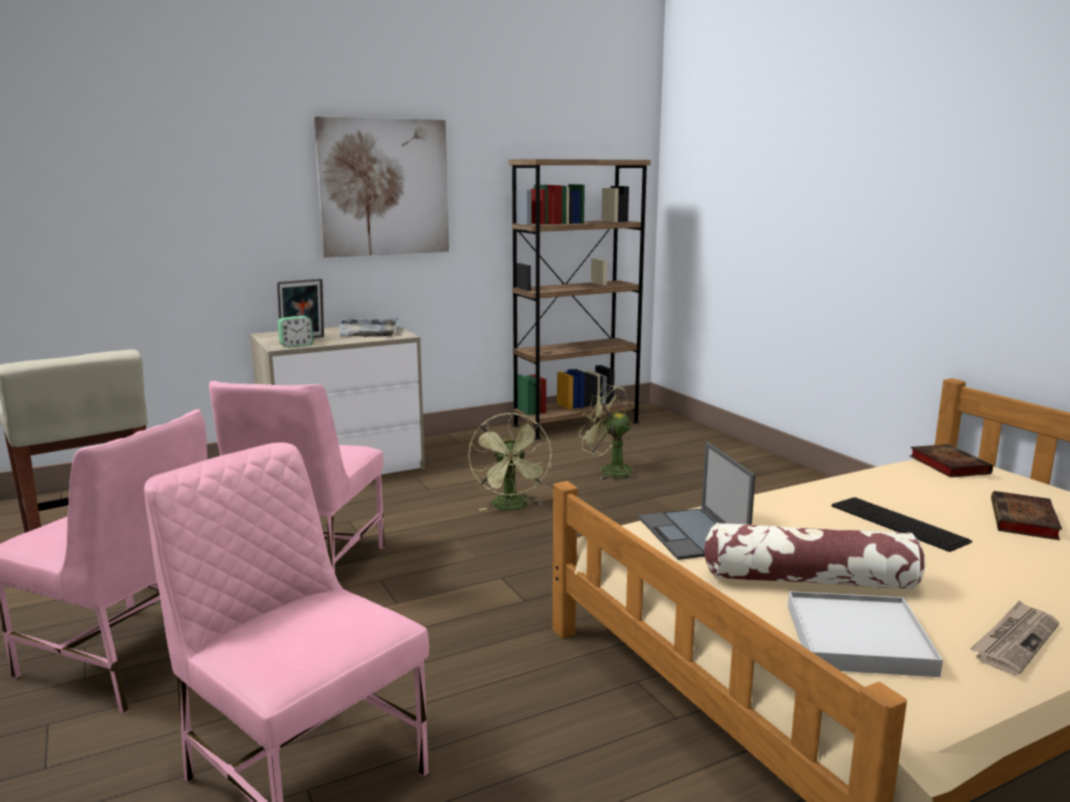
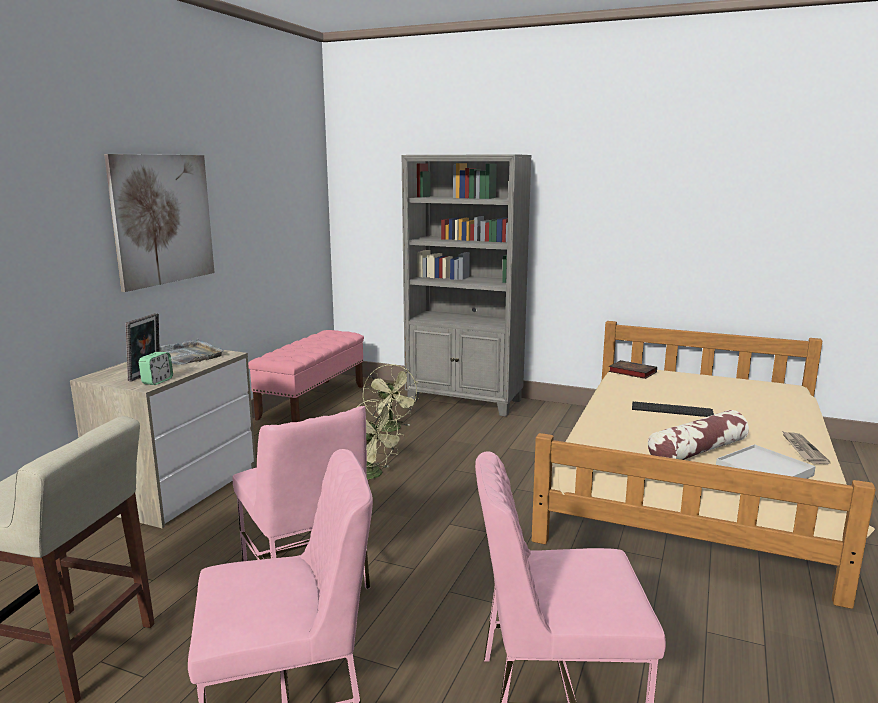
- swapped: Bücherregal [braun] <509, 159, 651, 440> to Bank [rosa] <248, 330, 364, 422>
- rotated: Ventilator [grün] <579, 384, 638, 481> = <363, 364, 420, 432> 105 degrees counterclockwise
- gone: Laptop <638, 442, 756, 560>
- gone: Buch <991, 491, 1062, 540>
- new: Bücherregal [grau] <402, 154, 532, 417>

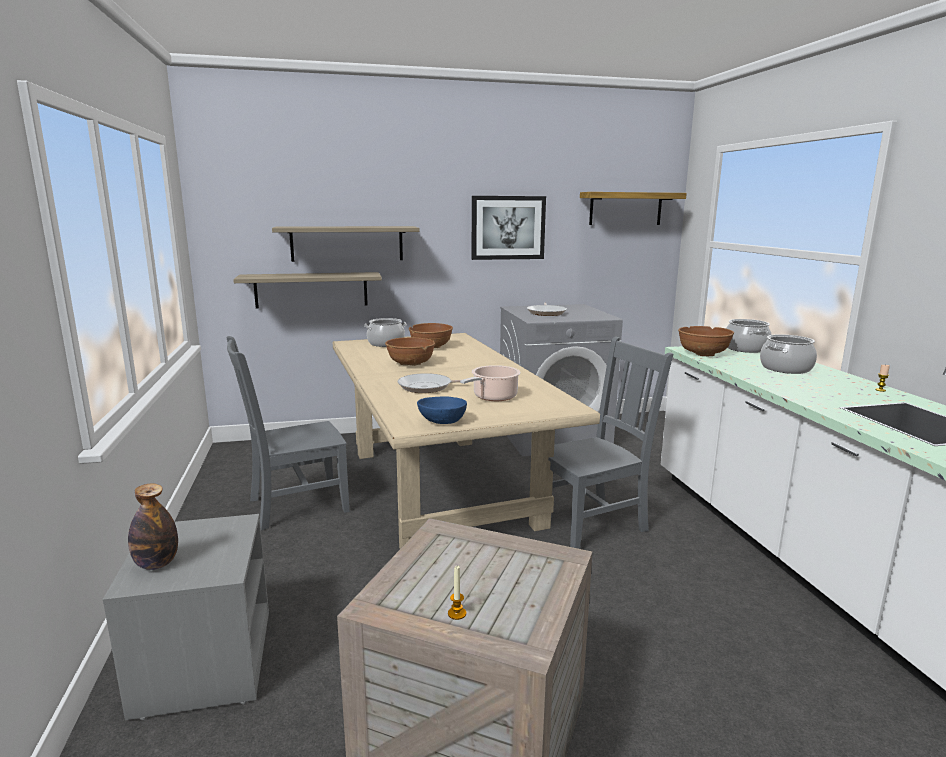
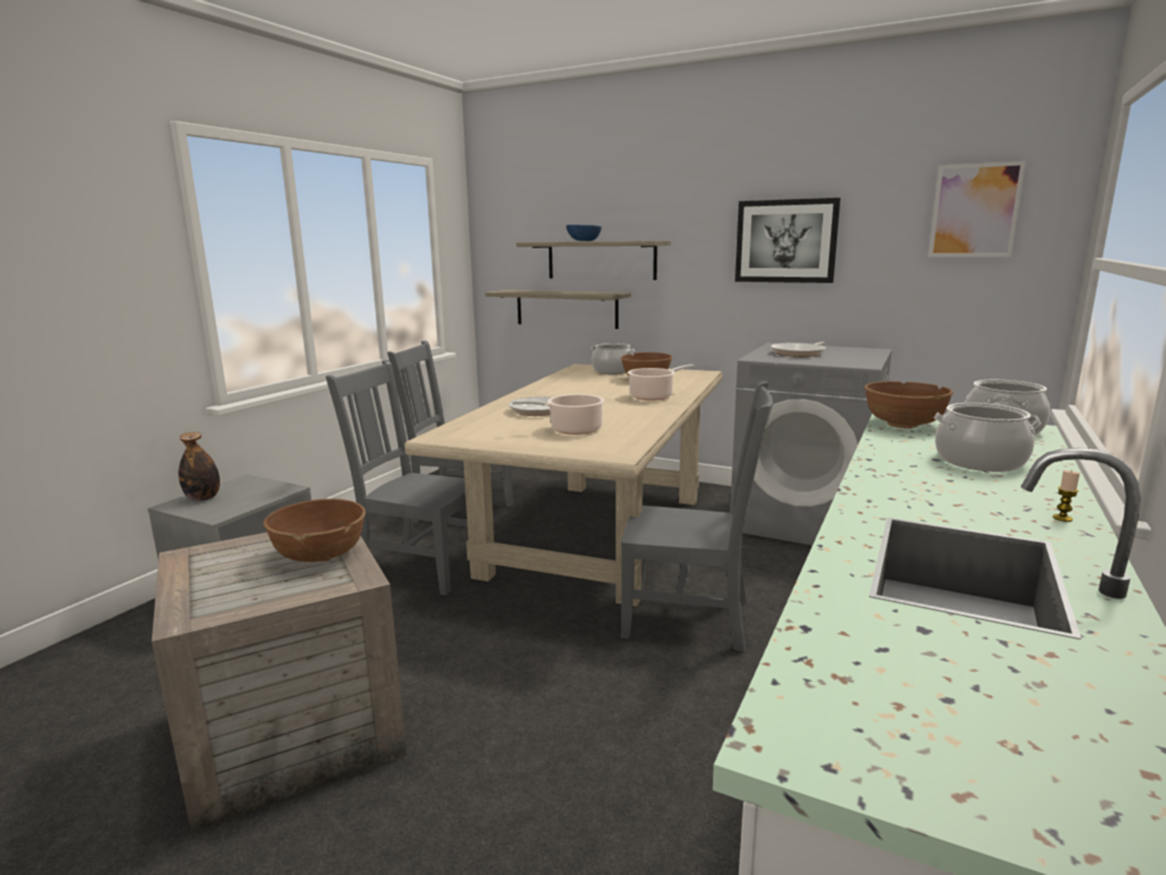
- swapped: Wandregal <580, 192, 687, 225> to Bild <928, 161, 1026, 257>
- shifted: Schüssel [braun] <385, 337, 435, 366> to <263, 499, 366, 562>
- shifted: Schüssel [blau] <417, 396, 467, 424> to <566, 225, 602, 241>
- gone: Kerze <448, 566, 466, 620>
- new: Stuhl [grau] <326, 360, 467, 595>
- new: Kochtopf <628, 364, 694, 401>

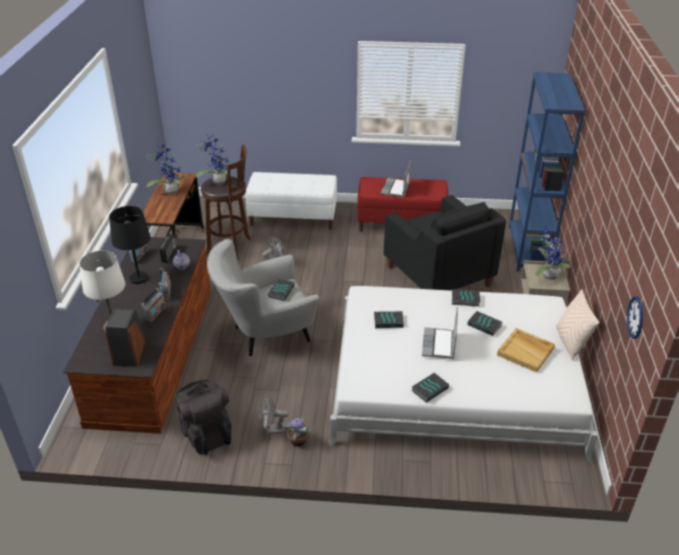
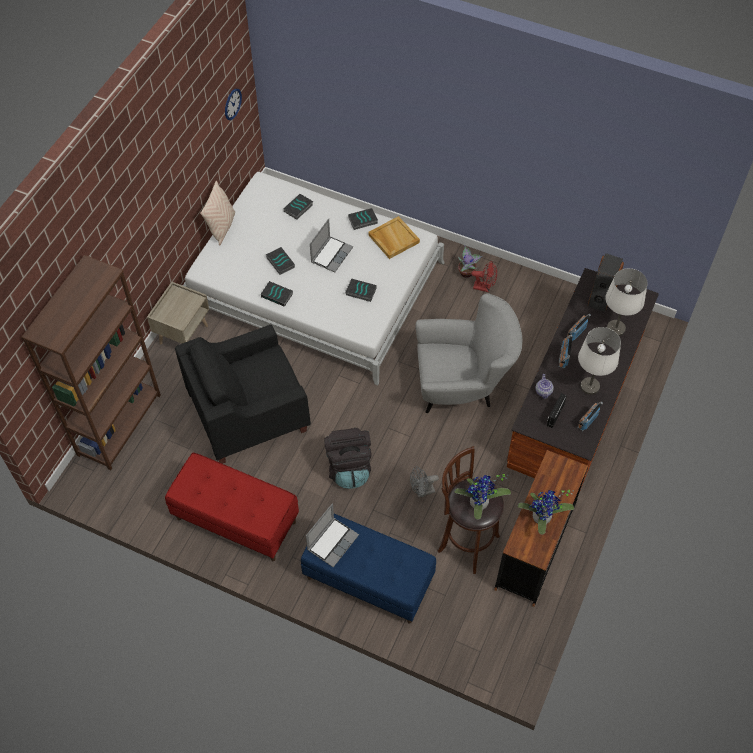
- repainted: Bücherregal [blau] <509, 72, 585, 271> to Bücherregal [braun] <21, 255, 161, 470>
- shifted: Laptop <381, 161, 411, 197> to <306, 503, 359, 567>
- repainted: Bank [weiß] <245, 172, 337, 230> to Bank [blau] <301, 514, 436, 624>
- rotated: Sessel [schwarz] <384, 195, 506, 291> = <175, 325, 311, 464> 105 degrees counterclockwise
- repainted: Tischlampe [schwarz] <109, 206, 151, 284> to Tischlampe [weiß] <578, 327, 621, 395>
- gone: Topfpflanze <535, 226, 571, 280>
- shifted: Buch <268, 278, 294, 301> to <283, 194, 313, 220>
- shifted: Tablett [beige] <497, 328, 555, 373> to <368, 216, 420, 259>
- shifted: Rucksack [schwarz] <174, 380, 231, 455> to <324, 428, 371, 489>
- repainted: Ventilator [grau] <259, 396, 289, 435> to Ventilator [rot] <472, 261, 497, 292>

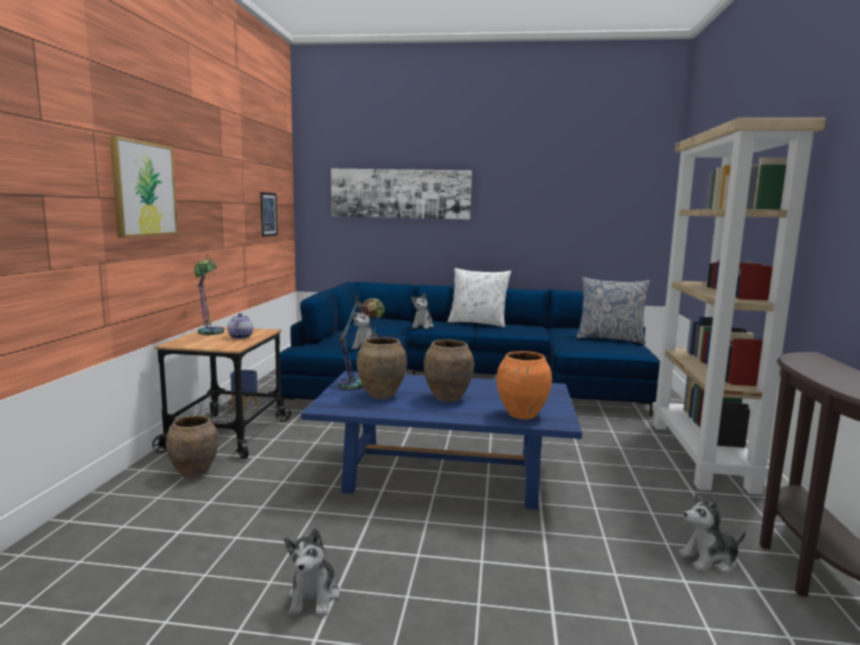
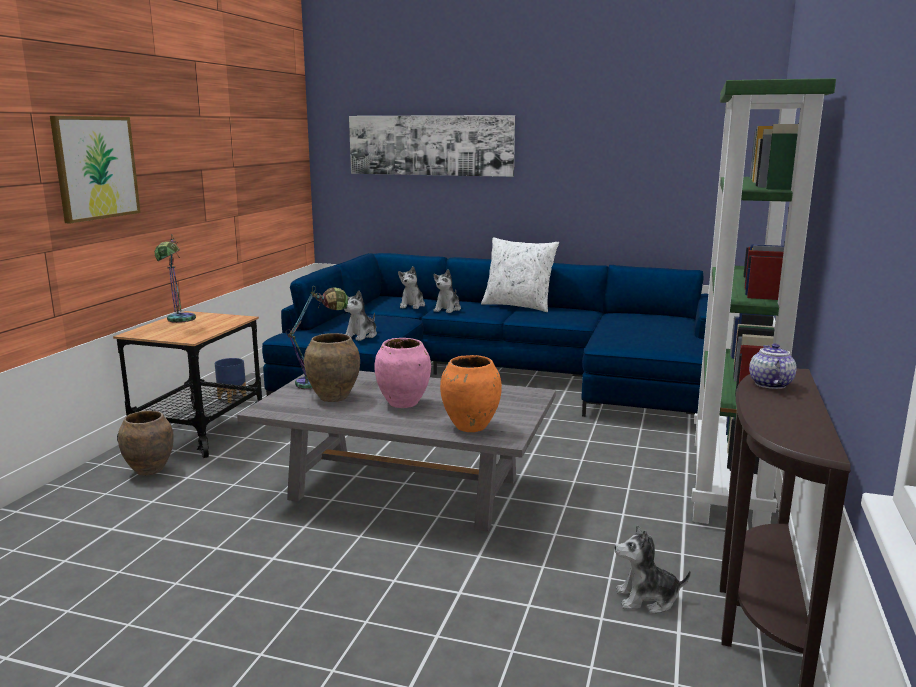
- repainted: Bücherregal [beige] <652, 118, 826, 495> to Bücherregal [grün] <691, 78, 836, 527>
- gone: Bild <260, 192, 278, 237>
- gone: Kissen <576, 277, 650, 344>
- shifted: Teekanne <227, 313, 253, 339> to <749, 343, 797, 389>
- repainted: Vase [braun] <424, 339, 474, 402> to Vase [rosa] <374, 338, 431, 408>
- repainted: Couchtisch [blau] <301, 371, 582, 510> to Couchtisch [grau] <237, 371, 556, 532>
- shifted: Plüschtier <284, 528, 340, 616> to <398, 266, 425, 309>

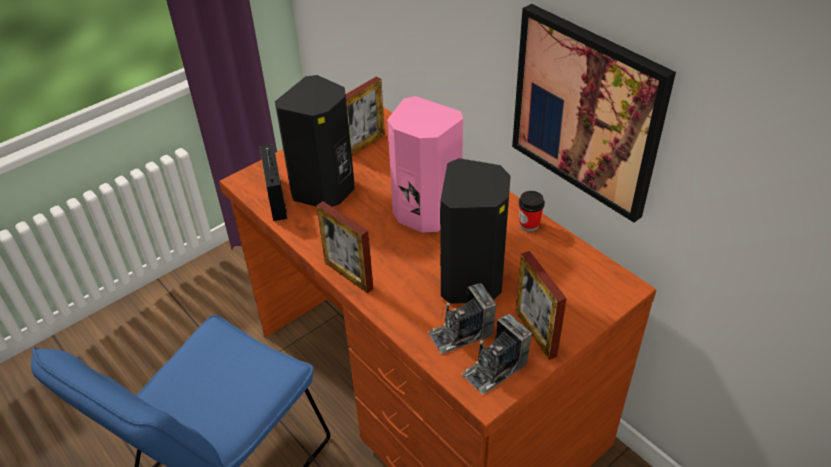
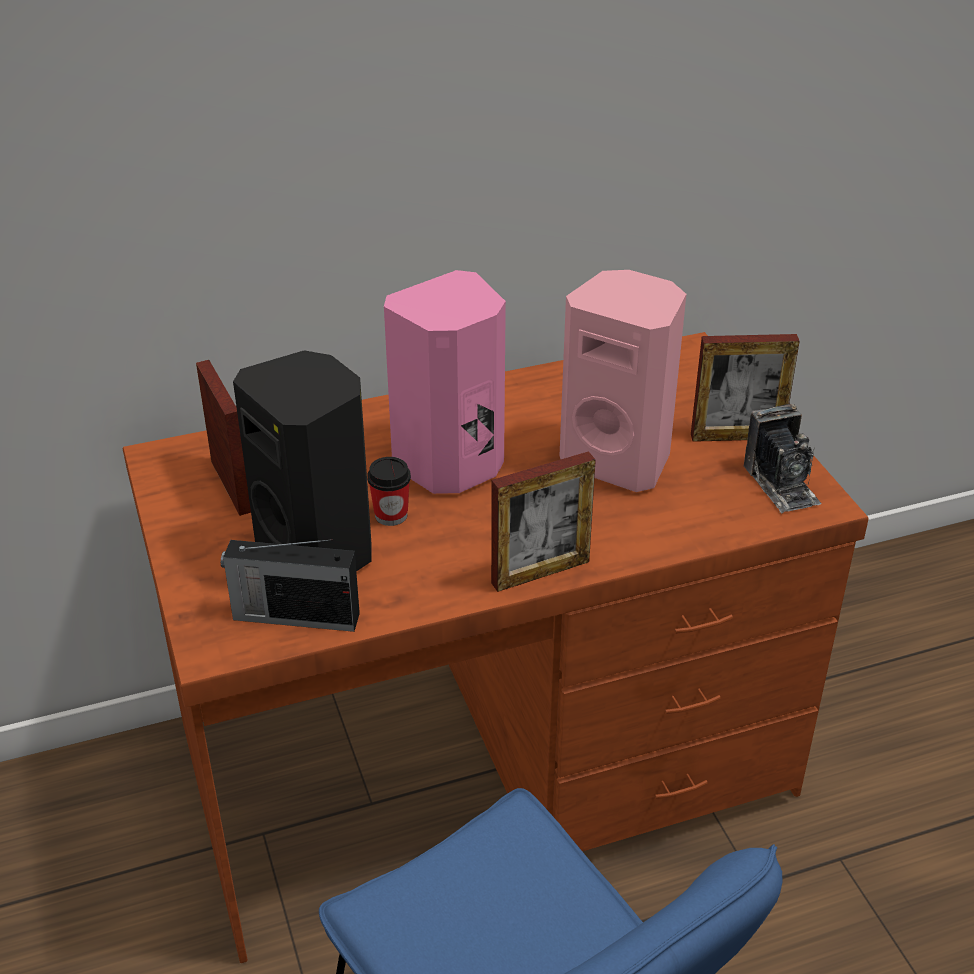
- gone: Bild <512, 4, 676, 223>
- repainted: Lautsprecher [schwarz] <440, 158, 511, 304> to Lautsprecher [rosa] <559, 270, 686, 492>
- shifted: Tasse <519, 191, 545, 232> to <367, 457, 411, 526>
- gone: Kamera <427, 283, 496, 354>

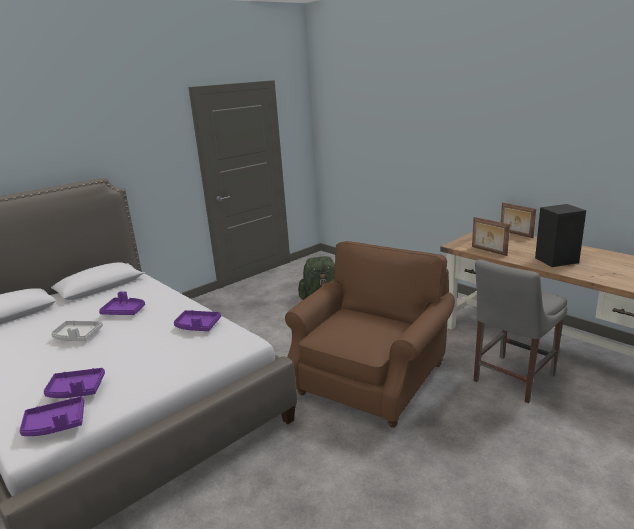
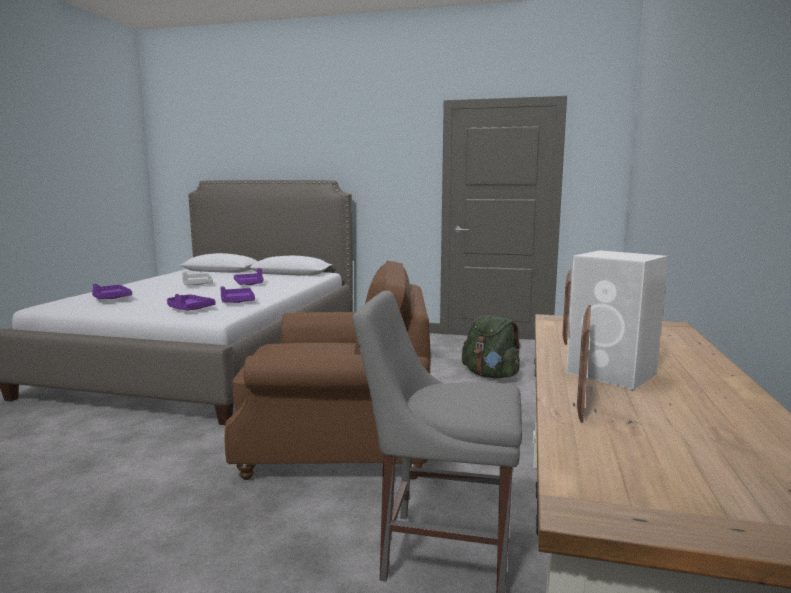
- shifted: Bilderrahmen <501, 202, 536, 238> to <577, 305, 591, 423>
- repainted: Lautsprecher [schwarz] <535, 204, 586, 267> to Lautsprecher [weiß] <566, 250, 668, 390>
- shifted: Tablett [lila] <19, 396, 84, 436> to <167, 294, 216, 311>

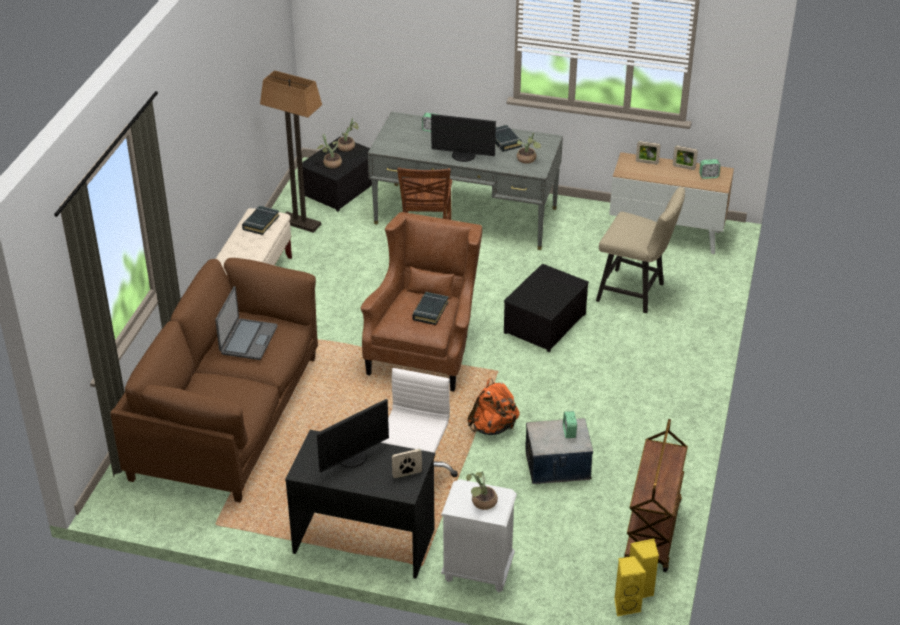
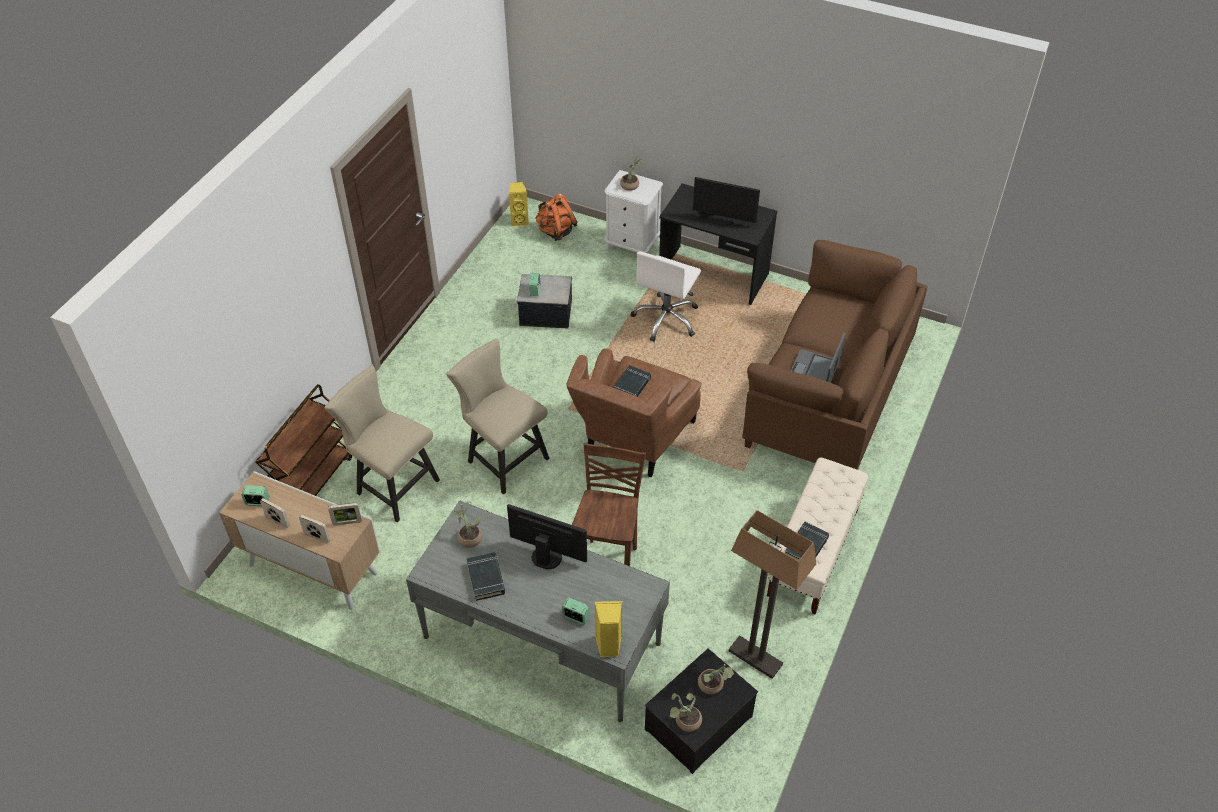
- swapped: Aufbewahrungsbox <504, 264, 589, 352> to Stuhl [beige] <446, 339, 549, 495>
- shifted: Rucksack [orange] <467, 378, 520, 435> to <535, 193, 577, 241>
- rotated: Monitor <317, 399, 389, 472> = <693, 177, 760, 226> 135 degrees counterclockwise
- shifted: Rollwagen [braun] <624, 419, 688, 572> to <255, 384, 352, 496>
- shifted: Bilderrahmen <392, 449, 422, 478> to <328, 503, 362, 526>
- shifted: Lautsprecher [gelb] <615, 556, 646, 616> to <595, 601, 622, 657>

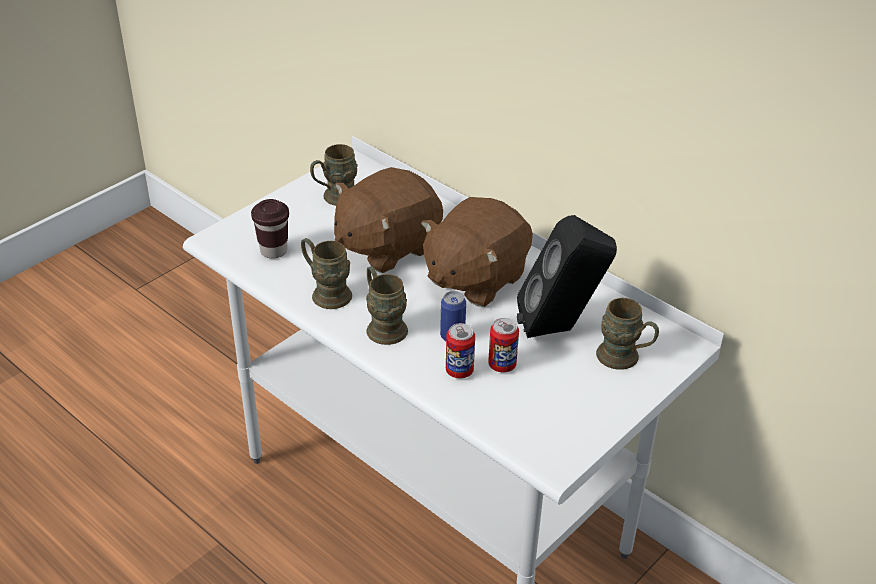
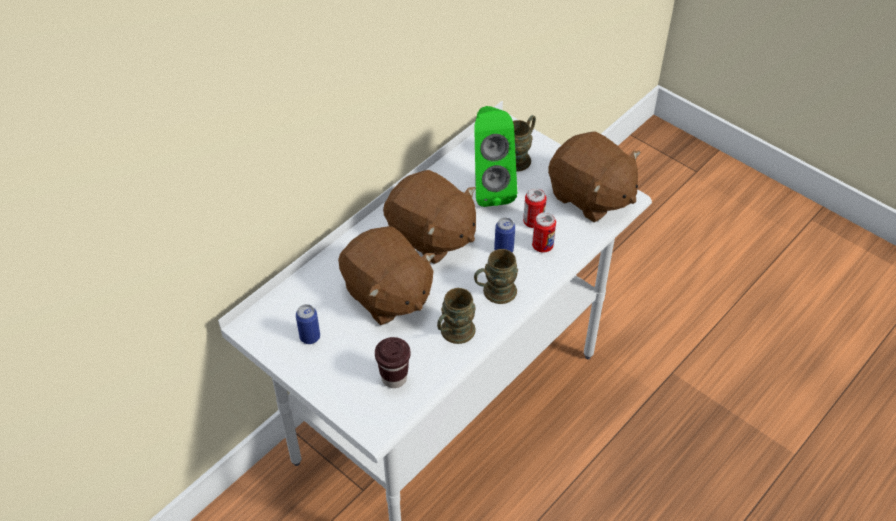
- swapped: Henkelbecher [braun] <310, 144, 358, 206> to Dose <296, 304, 320, 344>
- repainted: Lautsprecher [schwarz] <517, 215, 617, 338> to Lautsprecher [grün] <474, 106, 517, 207>
- new: Plüschtier [braun] <548, 131, 641, 222>

